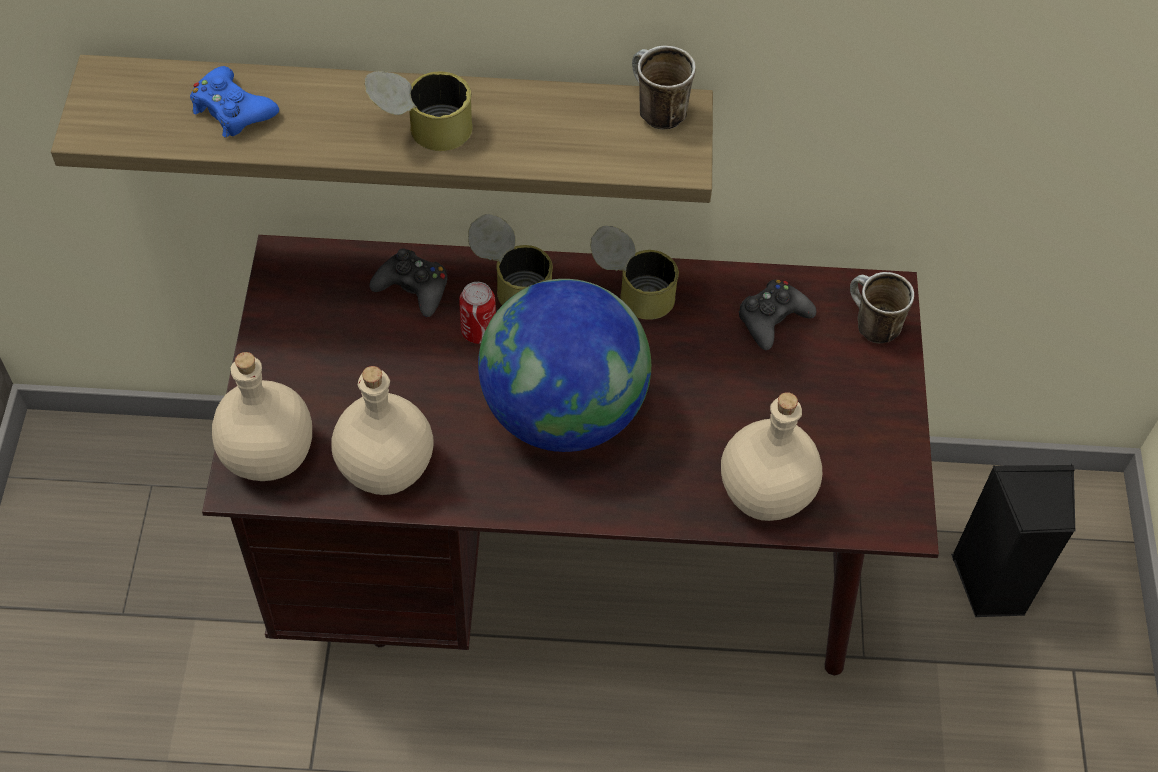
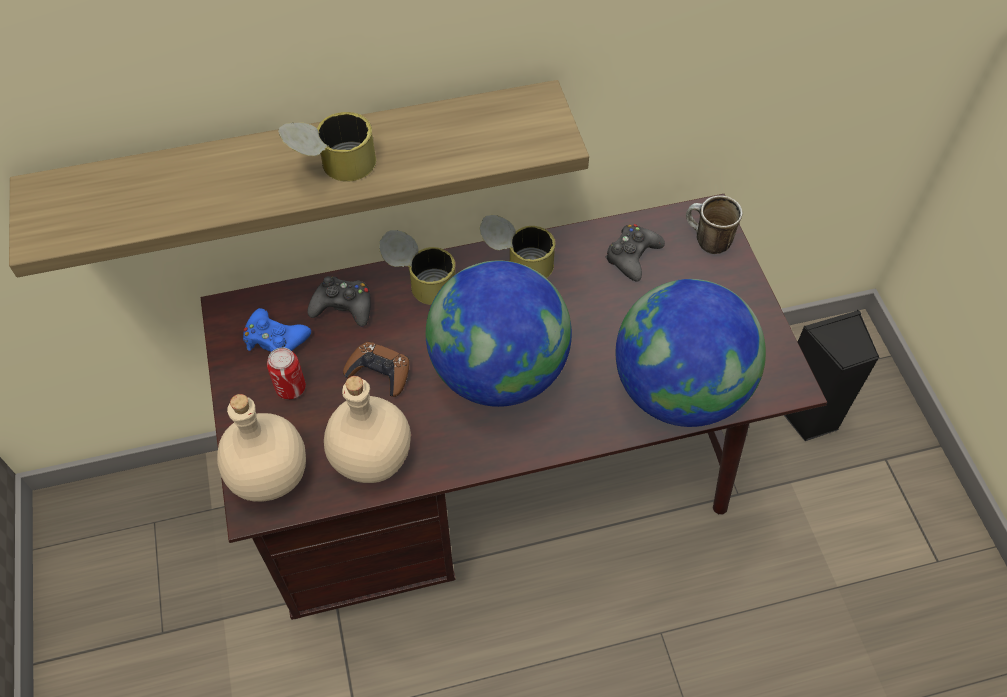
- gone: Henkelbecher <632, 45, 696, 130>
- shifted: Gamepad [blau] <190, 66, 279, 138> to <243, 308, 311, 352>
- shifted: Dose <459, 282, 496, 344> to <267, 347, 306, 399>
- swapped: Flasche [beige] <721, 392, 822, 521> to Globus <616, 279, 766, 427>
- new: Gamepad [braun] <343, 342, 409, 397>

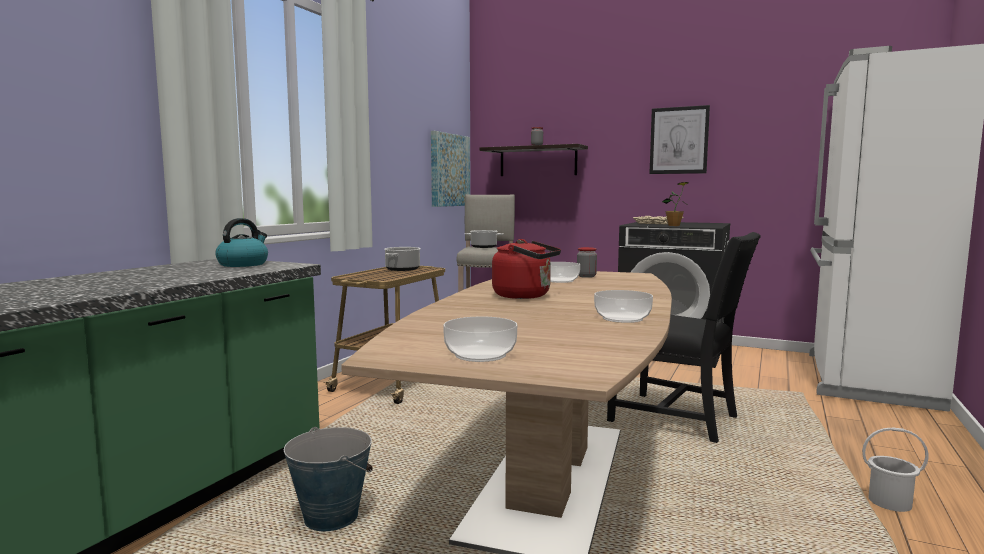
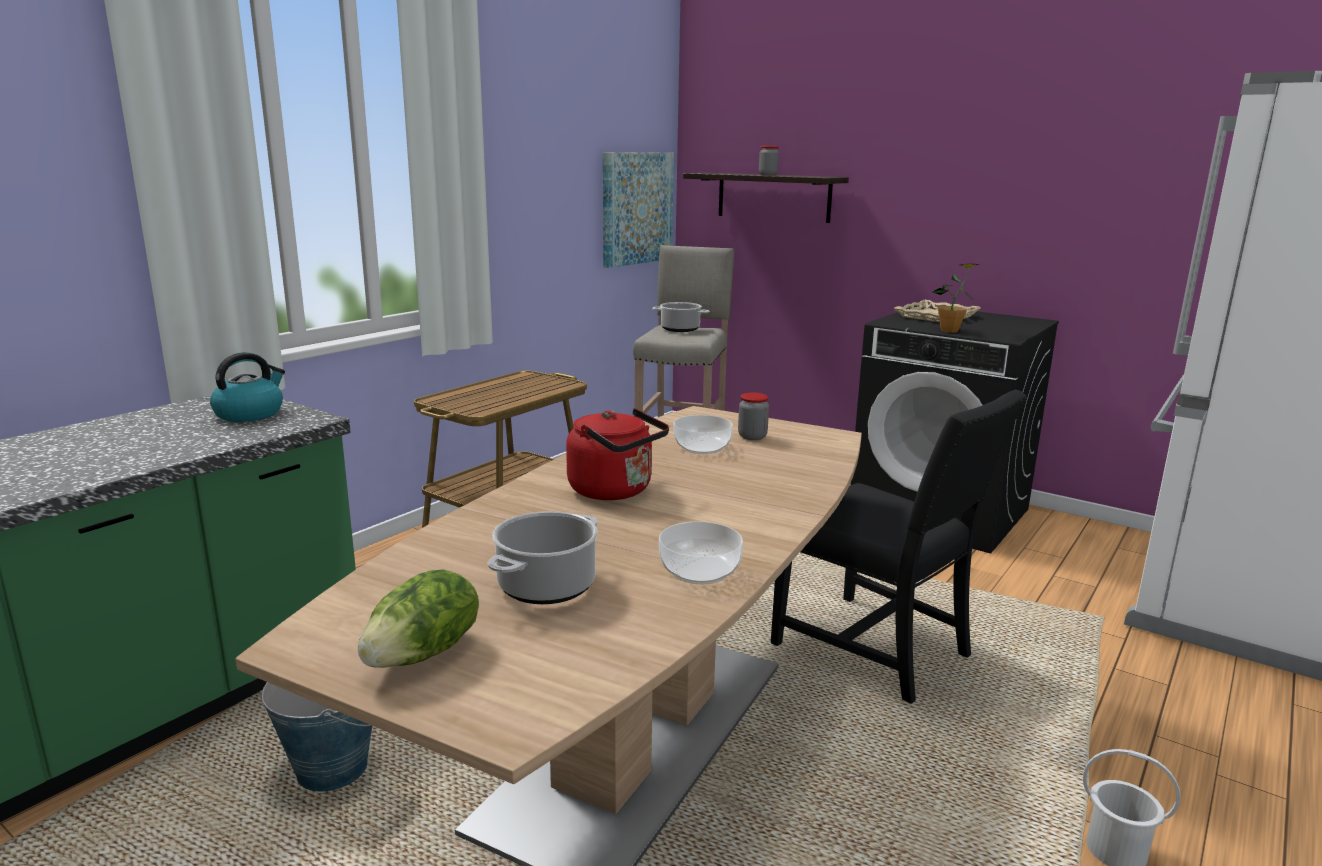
- gone: Bild <649, 105, 710, 174>
- shifted: Kochtopf <384, 247, 421, 271> to <487, 511, 598, 604>
- swapped: Schüssel <443, 317, 517, 362> to Salatkopf <358, 570, 479, 668>

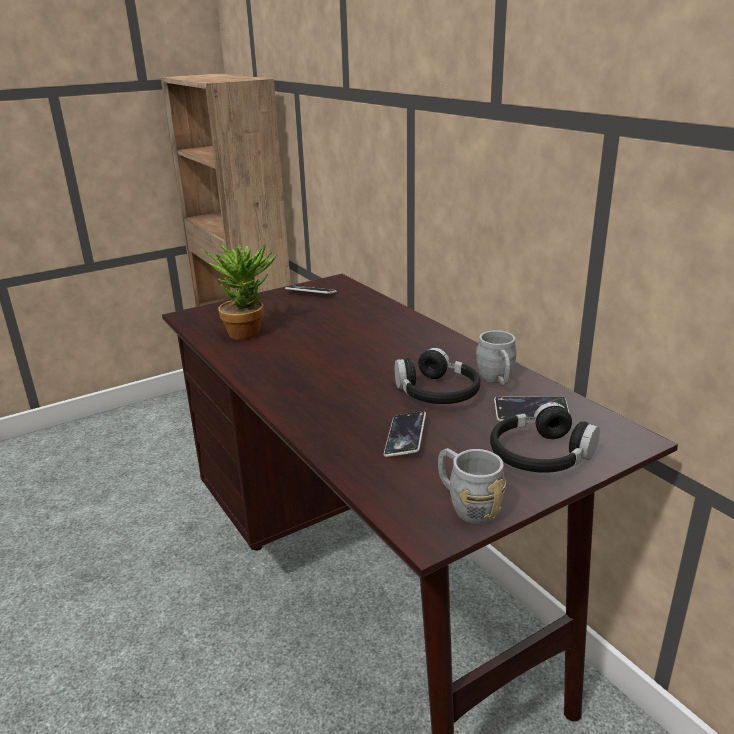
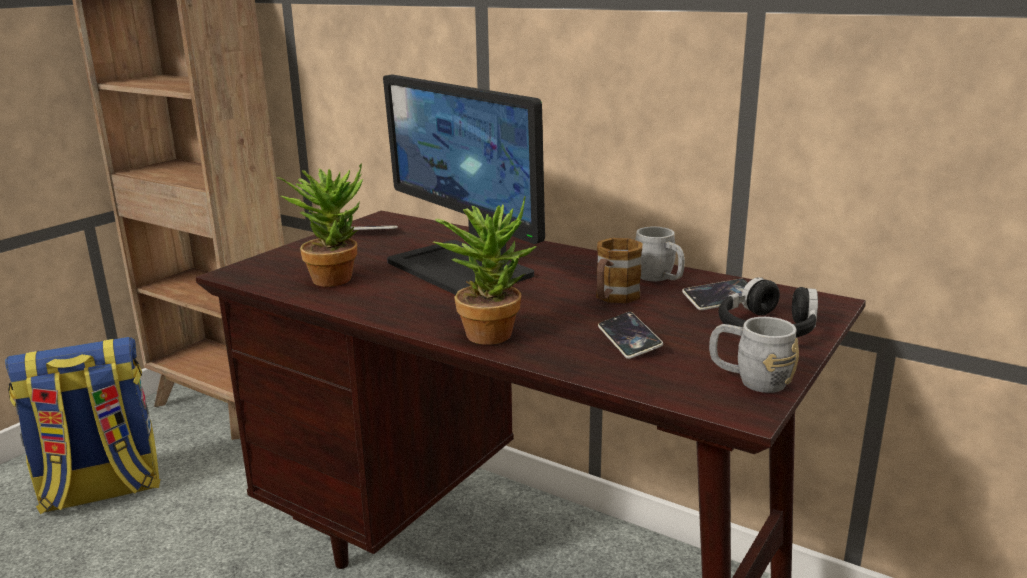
- swapped: Kopfhörer [schwarz] <394, 348, 480, 404> to Henkelbecher <596, 238, 642, 303>
- new: Monitor <383, 74, 545, 295>
- new: Topfpflanze <433, 195, 536, 345>
- new: Rucksack <5, 337, 160, 514>

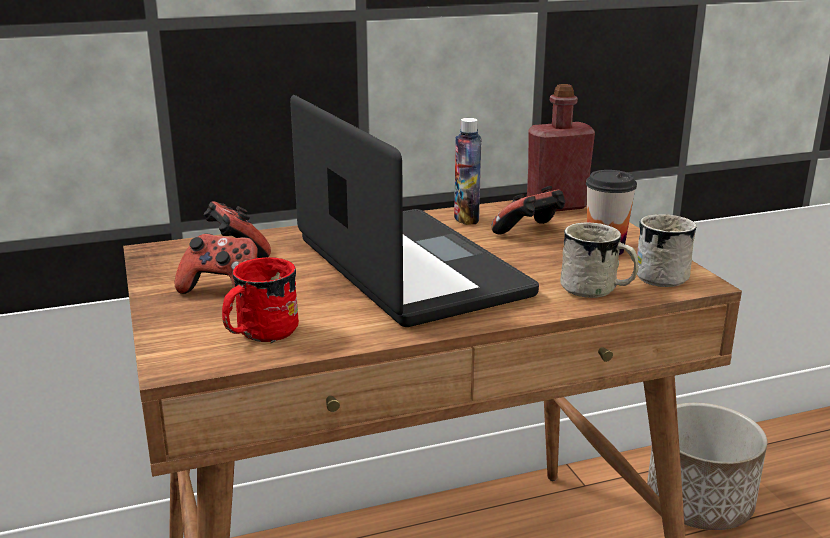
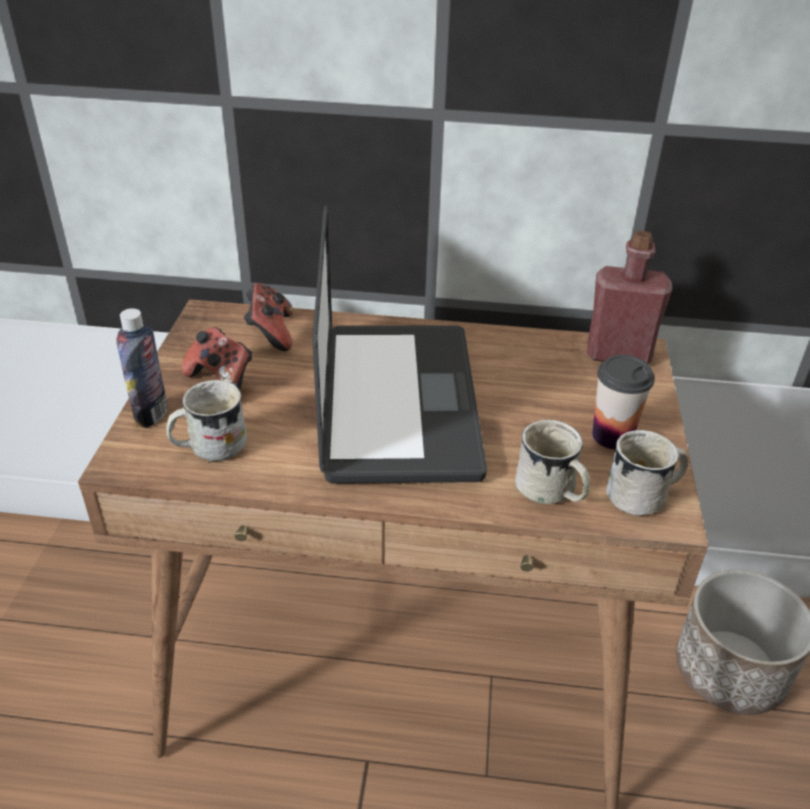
- shifted: Flasche <454, 118, 482, 225> to <116, 308, 168, 428>
- gone: Gamepad <491, 186, 565, 234>
- repainted: Henkelbecher [rot] <222, 257, 299, 343> to Henkelbecher [weiß] <166, 380, 247, 463>

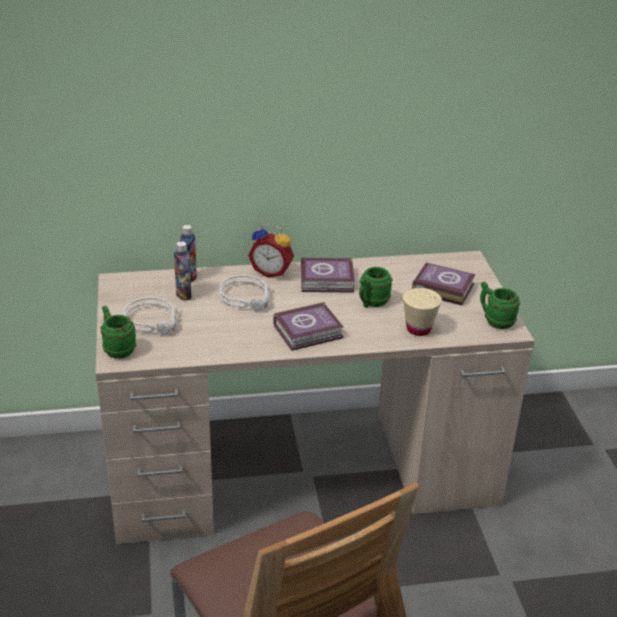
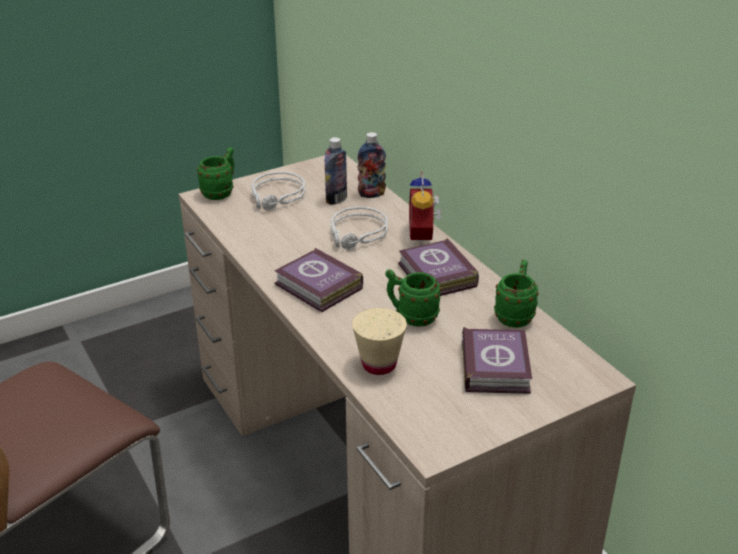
- shifted: Henkelbecher [grün] <480, 282, 520, 329> to <494, 260, 539, 328>

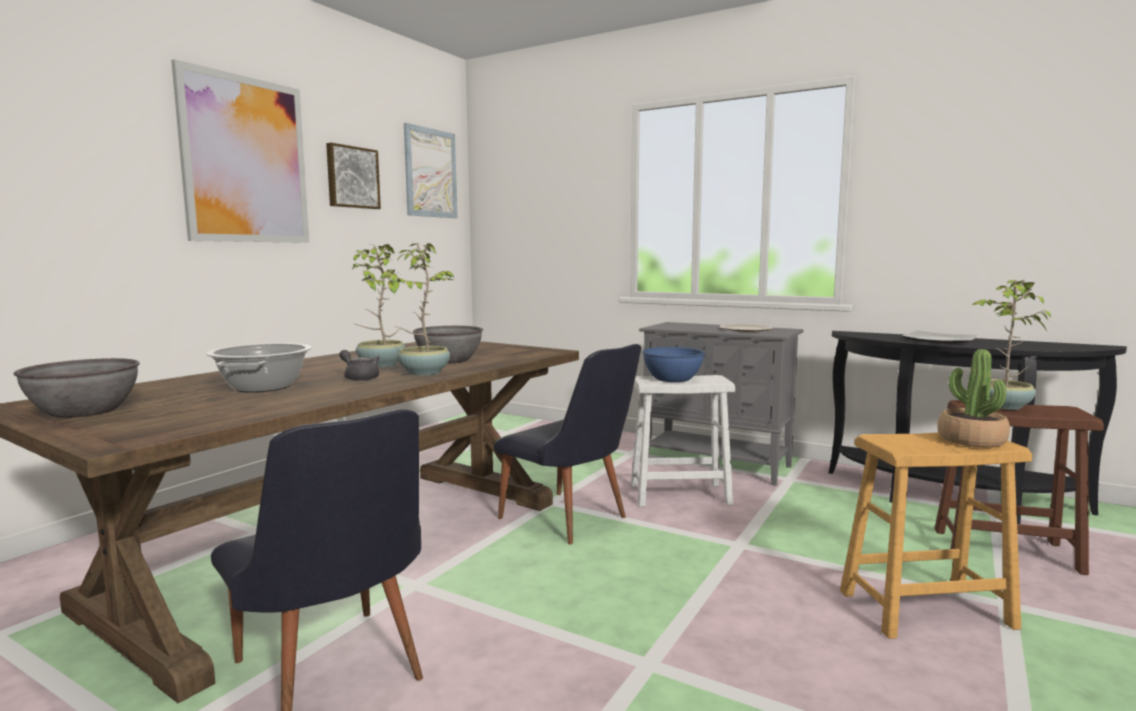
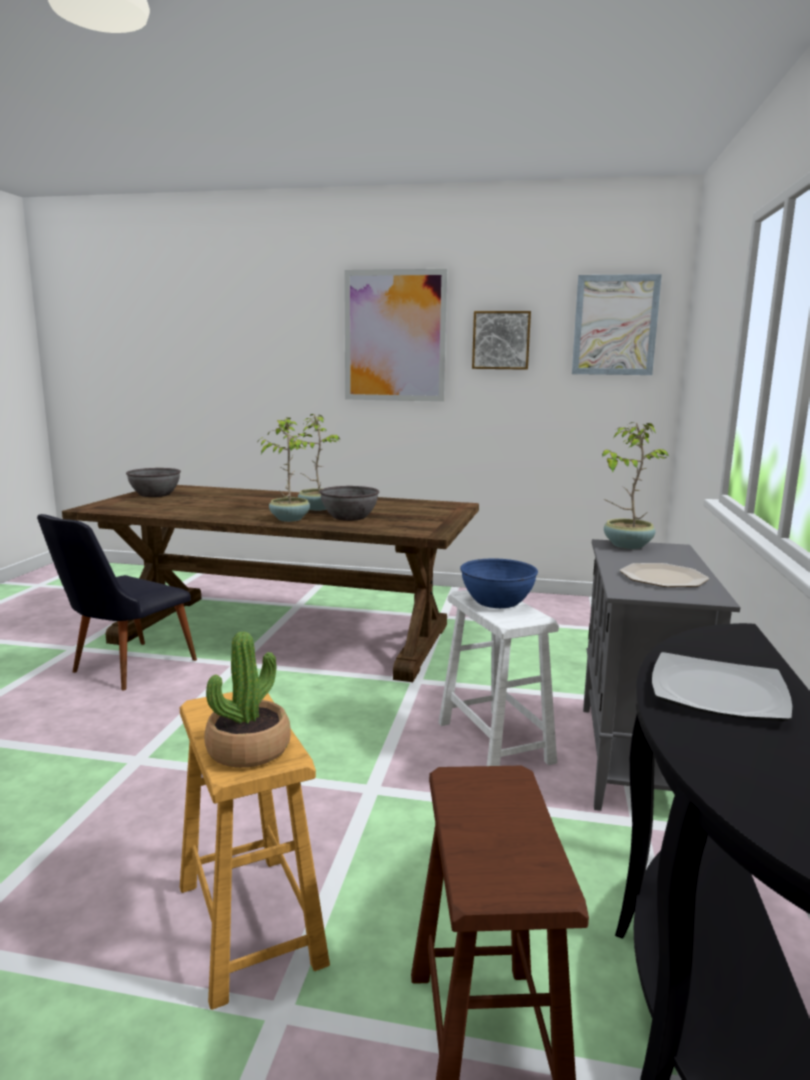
- shifted: Topfpflanze <972, 280, 1051, 410> to <602, 422, 670, 549>
- gone: Kochtopf <206, 343, 312, 393>
- gone: Stuhl [schwarz] <494, 344, 641, 545>
- gone: Teekanne [grau] <340, 350, 379, 381>

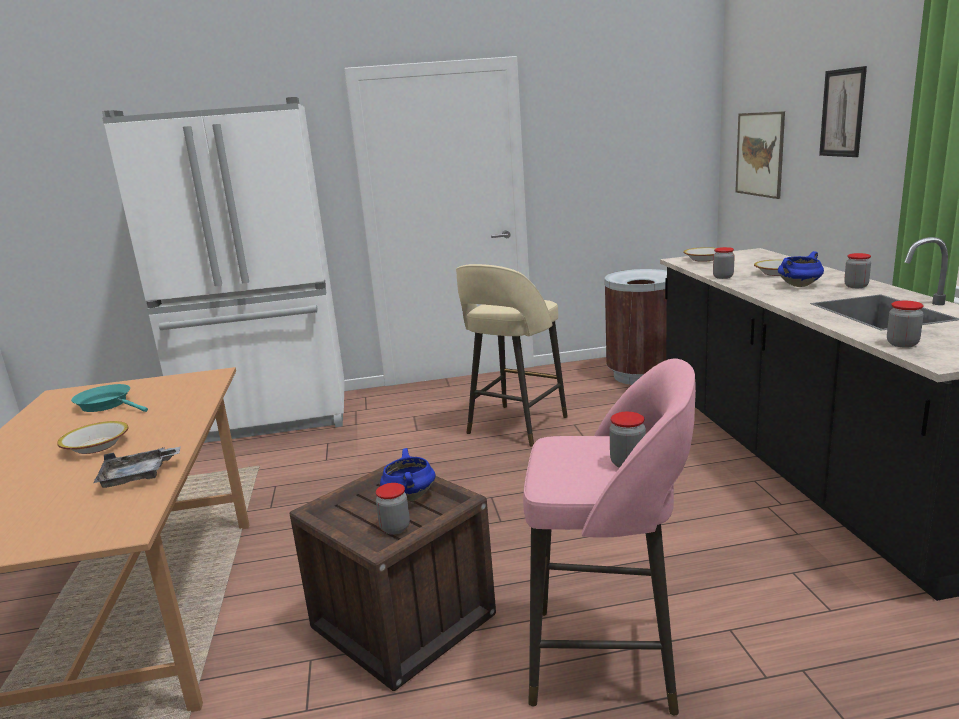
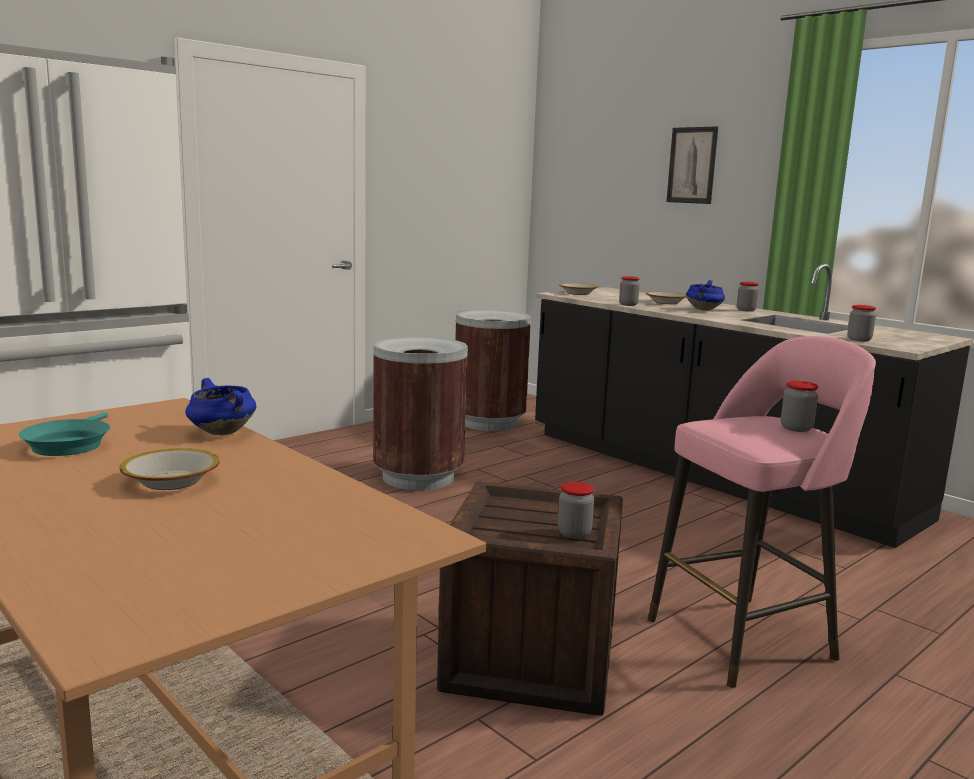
- gone: Bild <735, 111, 785, 199>
- swapped: Hocker [beige] <456, 264, 568, 447> to Mülleimer [braun] <373, 336, 468, 490>
- rotated: Pfanne [türkis] <71, 384, 148, 412> = <19, 412, 110, 456> 90 degrees counterclockwise
- gone: Tablett [grau] <93, 446, 181, 488>
- shifted: Kochtopf [blau] <380, 448, 436, 501> to <185, 378, 256, 435>

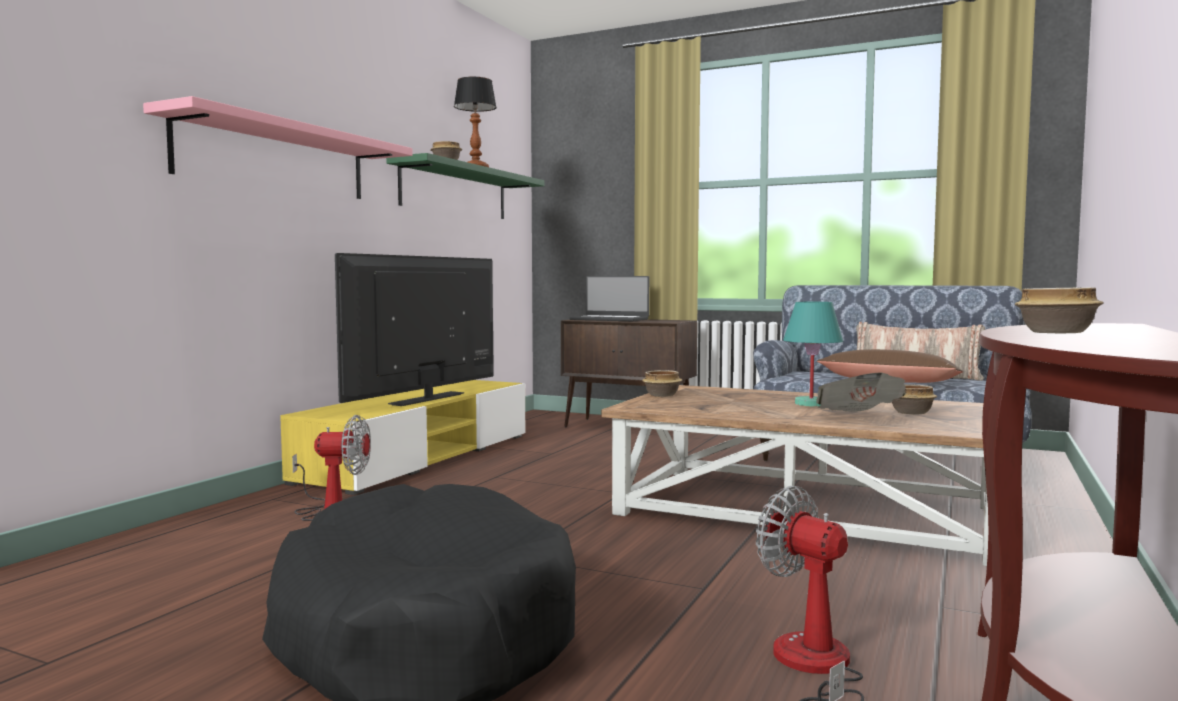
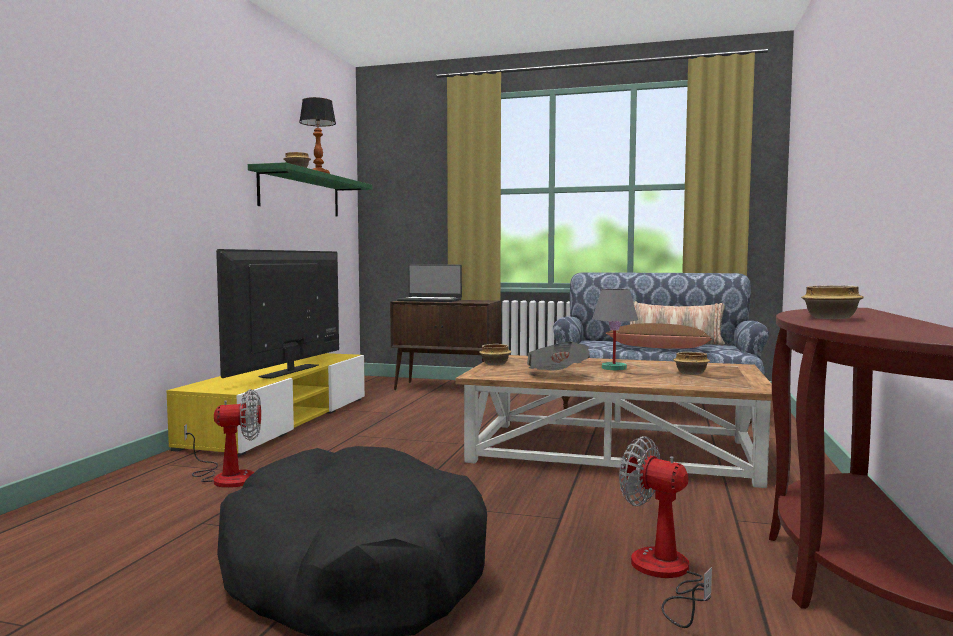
- gone: Wandregal [rosa] <143, 96, 412, 199>
- repainted: Tischlampe [türkis] <783, 302, 843, 407> to Tischlampe [grau] <592, 289, 638, 370>
- shifted: Zeitung <817, 373, 906, 412> to <527, 342, 590, 370>

